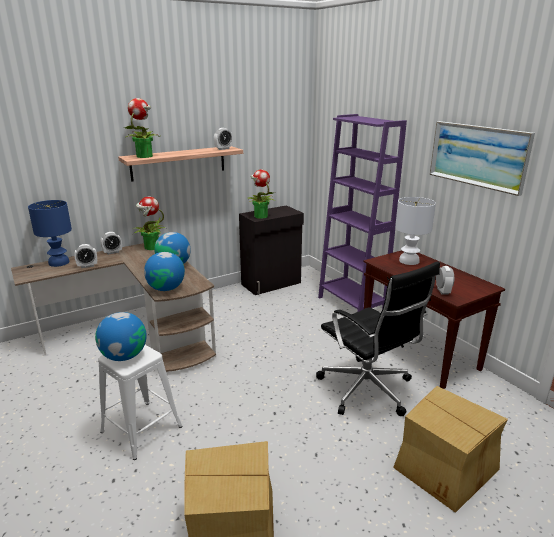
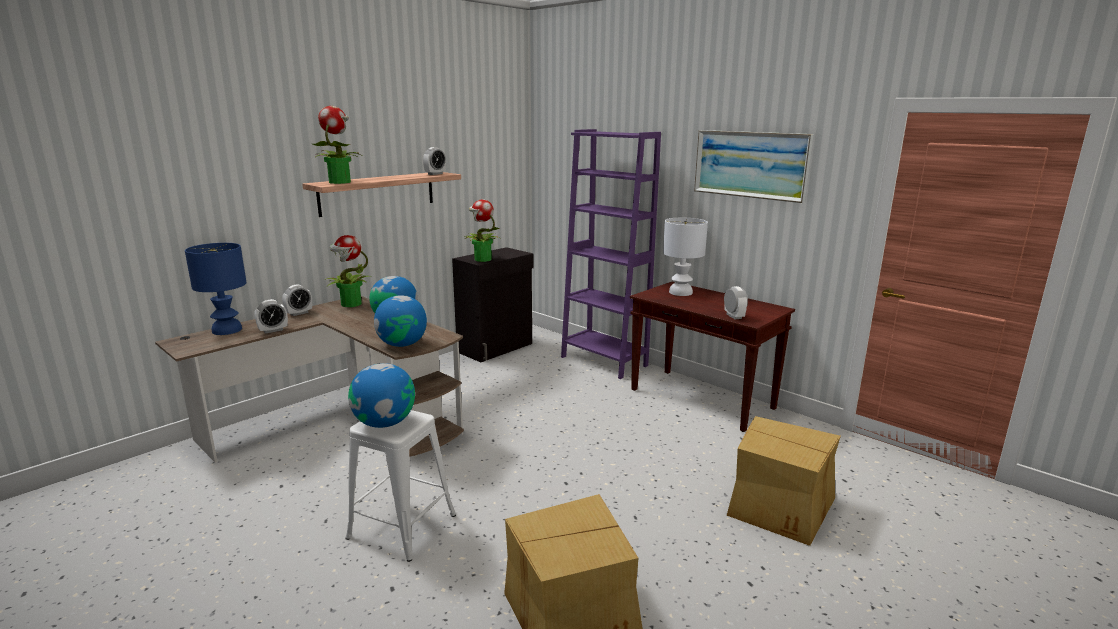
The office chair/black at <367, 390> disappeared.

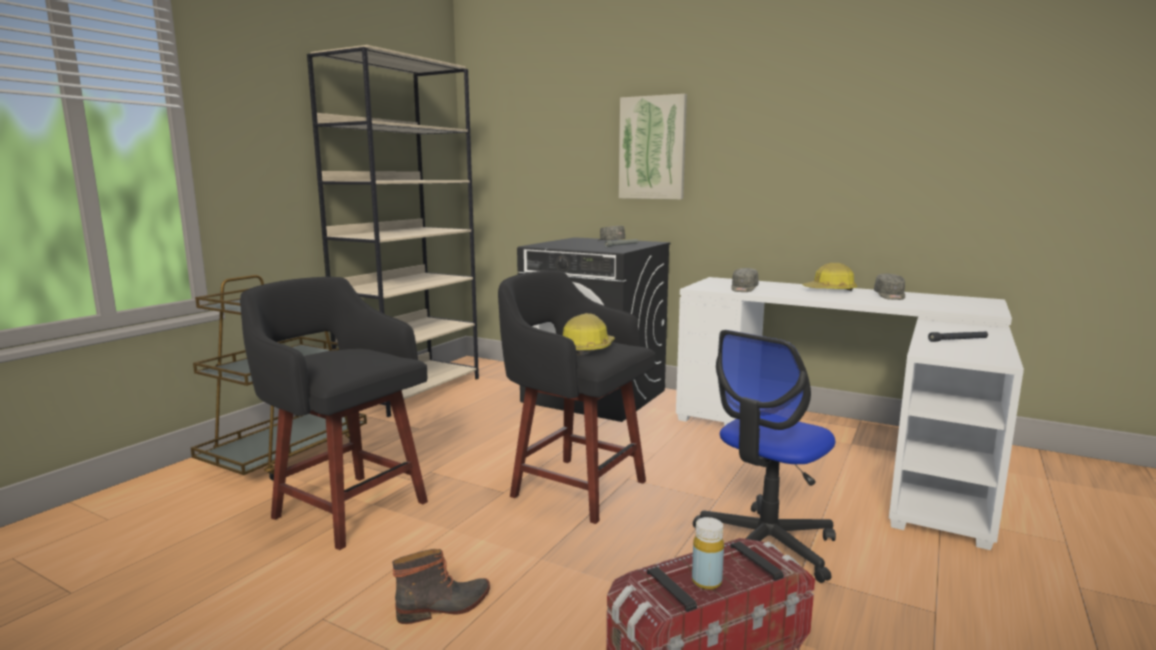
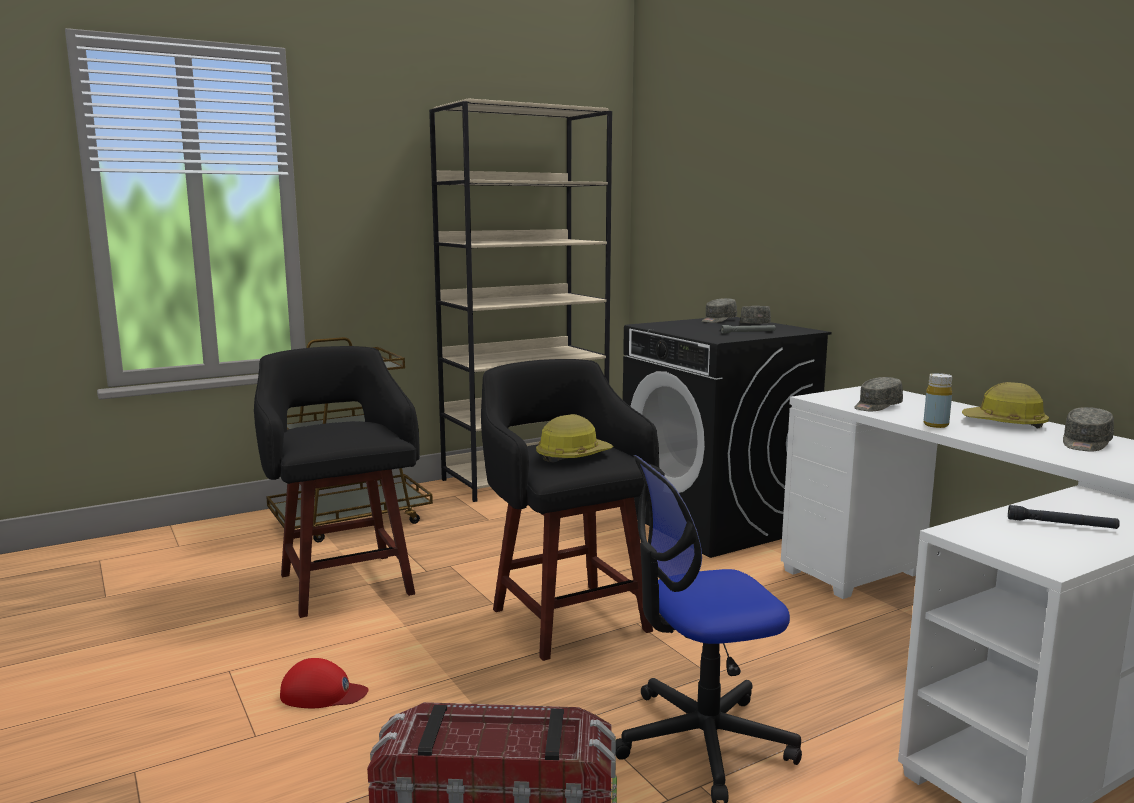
The boot at <444, 607> was replaced by the cap/red at <323, 693>. The picture at <652, 148> disappeared. The bottle/yellow moved from <706, 582> to <936, 425>. The cap/grey at <718, 320> appeared.

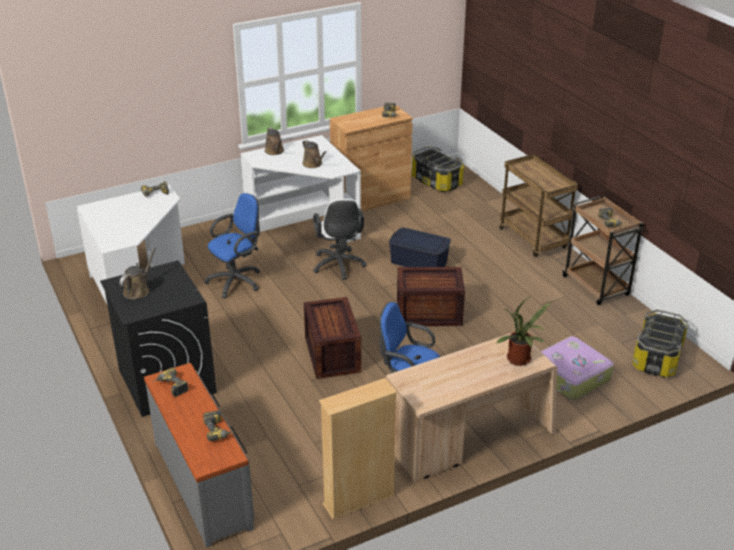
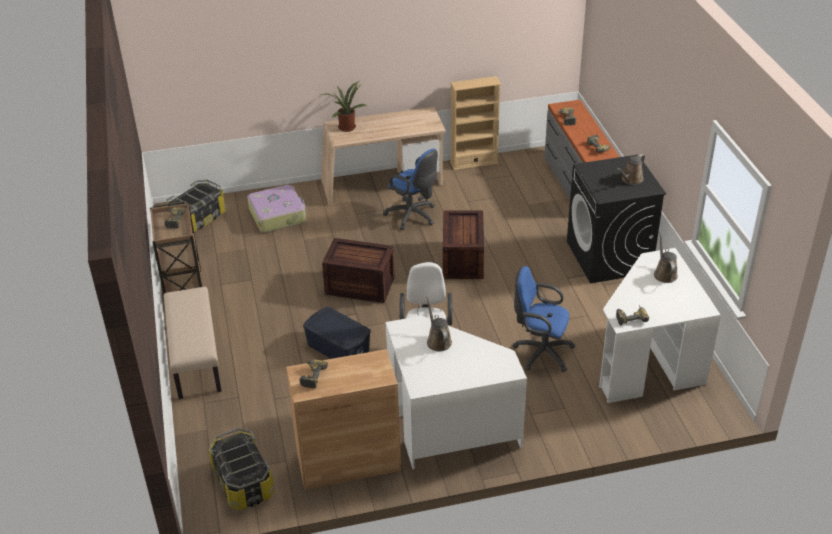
The office chair/blue at <237, 281> turned 45 degrees clockwise. The watering can/brown moved from <275, 151> to <664, 273>. The cart/brown at <534, 239> was replaced by the bench/beige at <195, 358>.

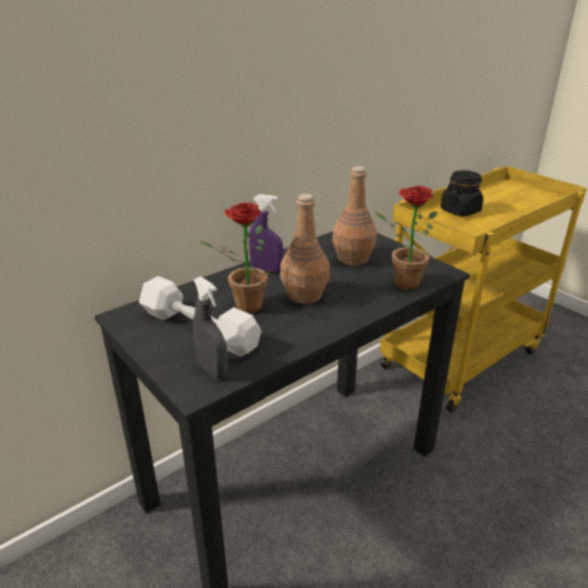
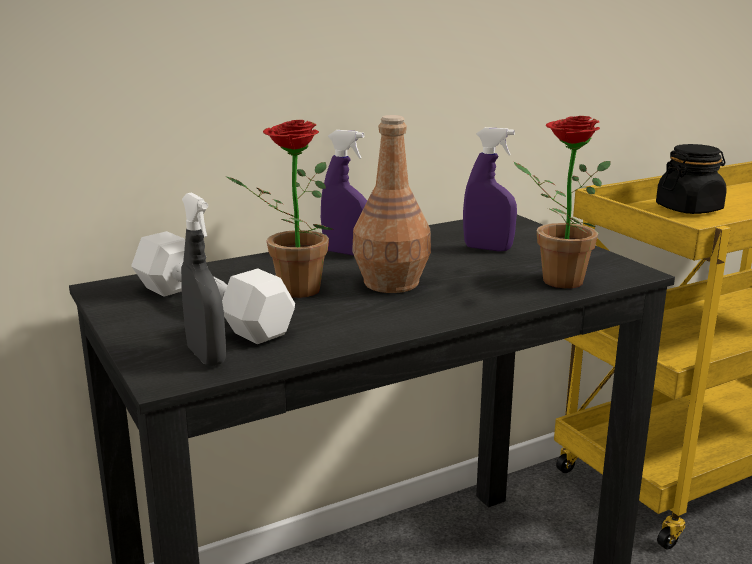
The bottle/brown at <353, 258> was replaced by the spray bottle/purple at <487, 248>.

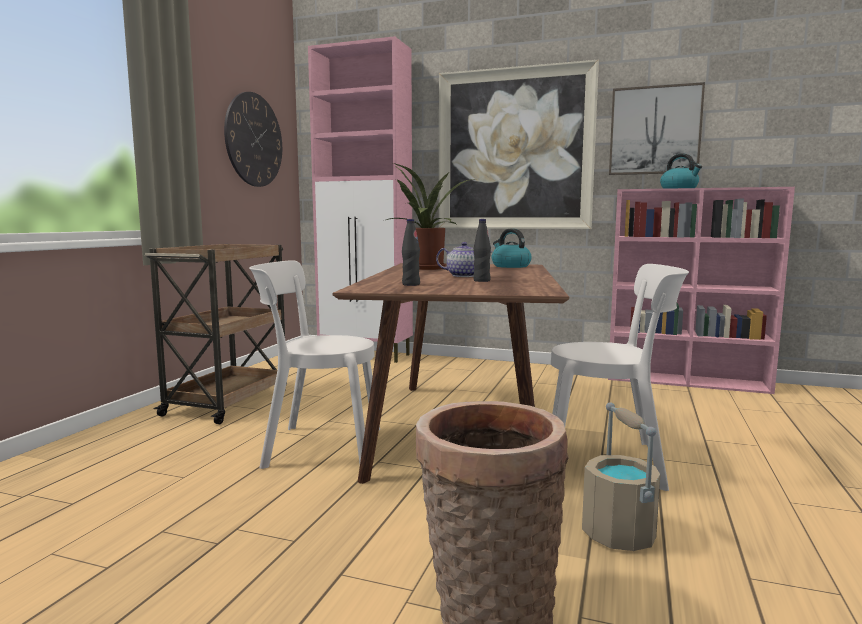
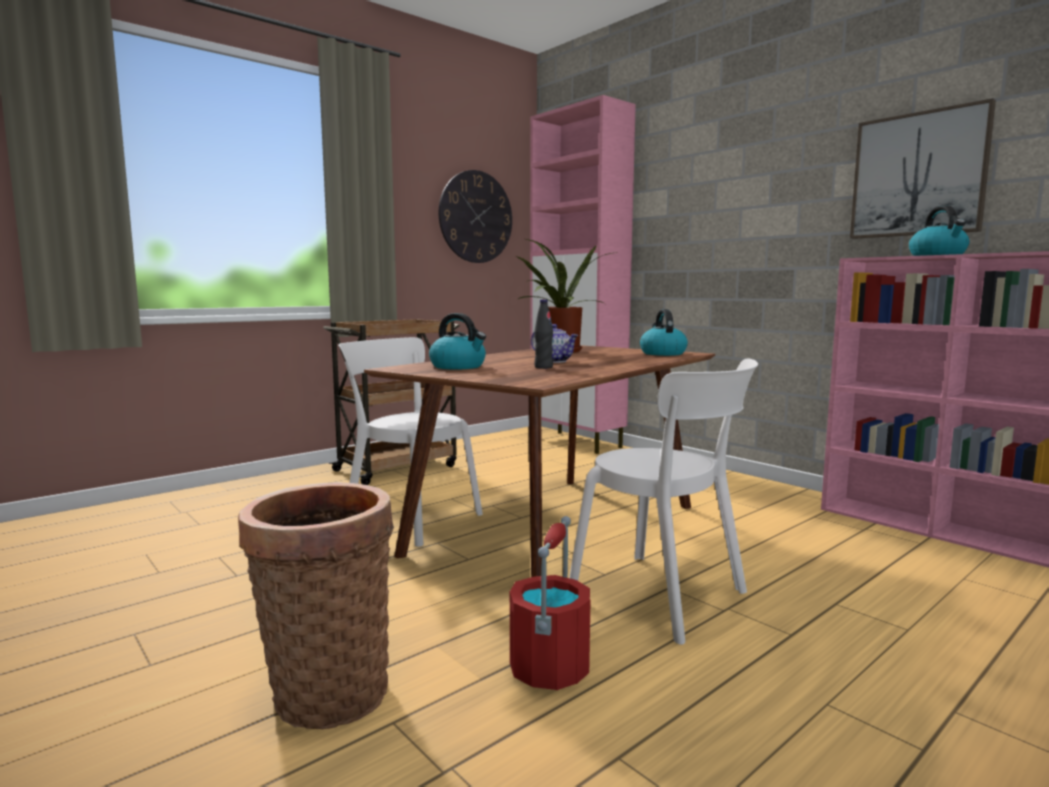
The bottle/black at <411, 284> was replaced by the kettle at <459, 367>. The picture at <514, 150> disappeared. The bucket/beige at <619, 534> became the bucket/red at <549, 669>.

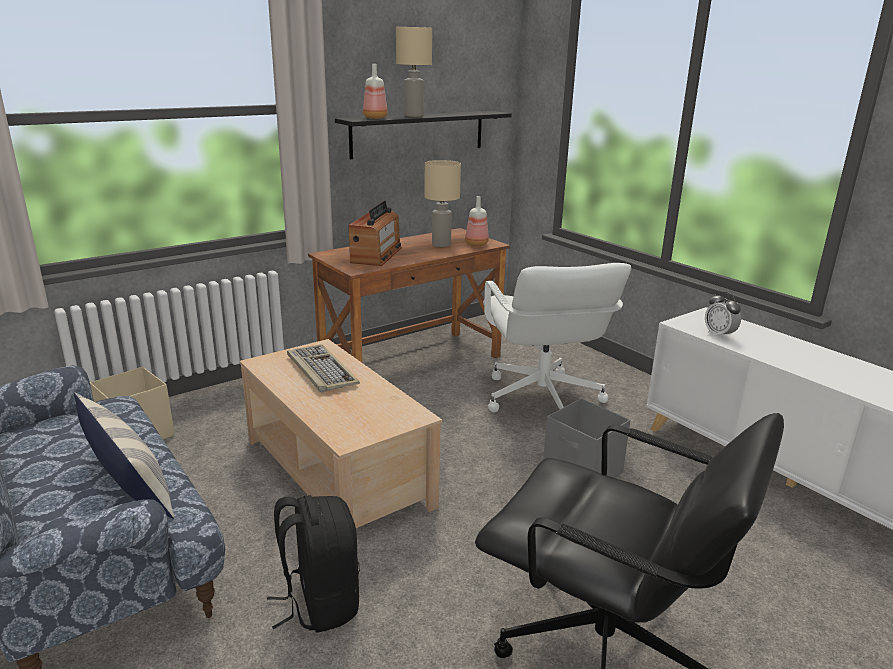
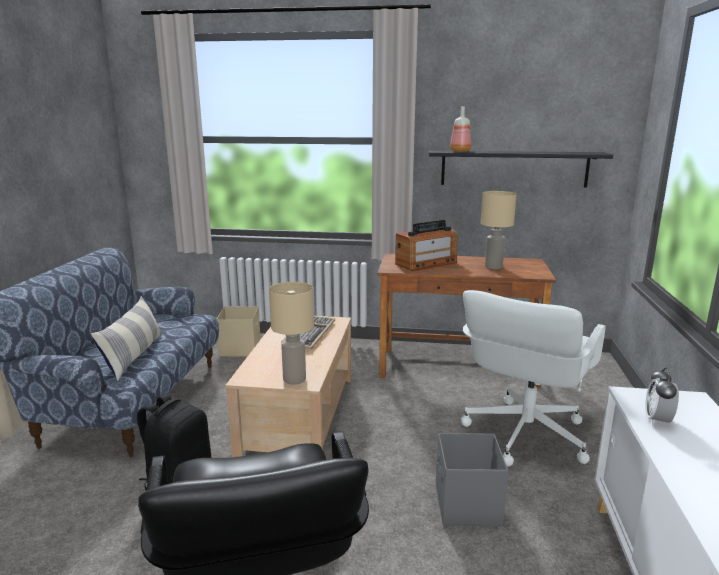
The table lamp/beige moved from <413, 116> to <294, 379>. The bottle at <475, 244> disappeared.

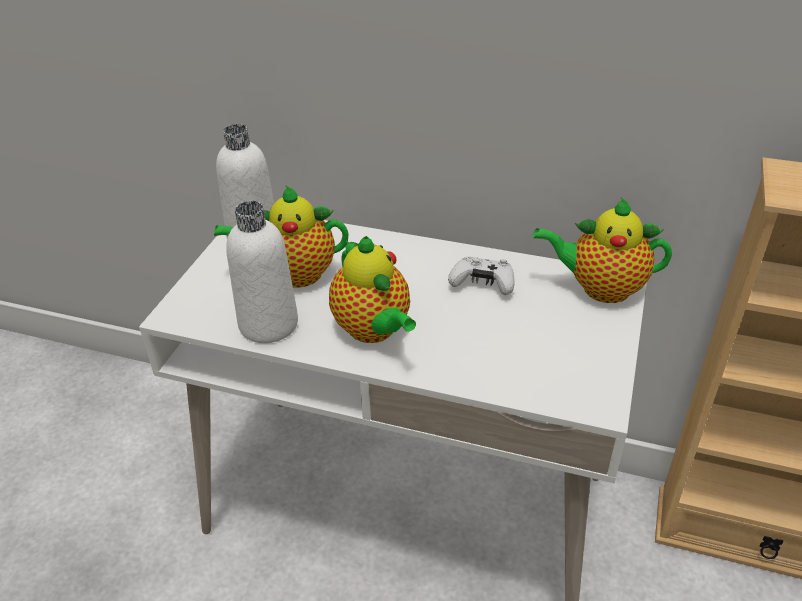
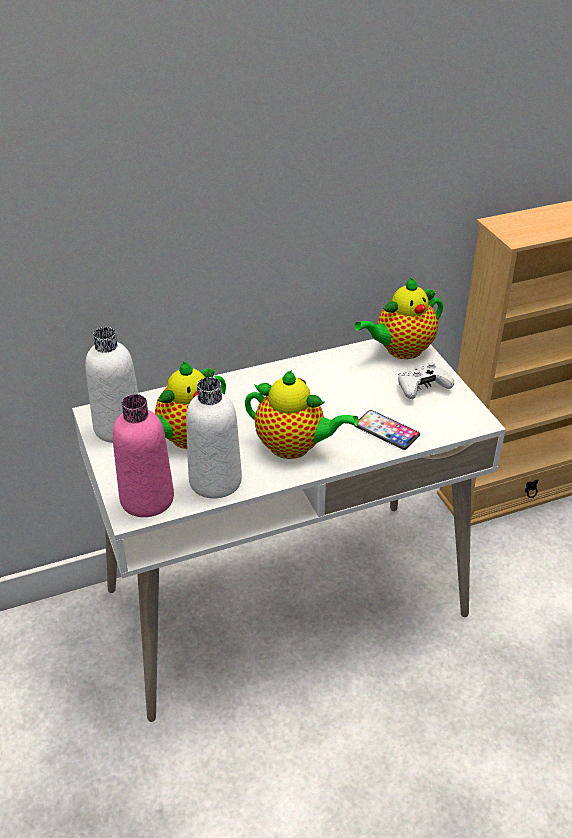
The game controller/white moved from <483, 284> to <422, 388>. The bottle/pink at <147, 499> appeared. The phone at <386, 431> appeared.

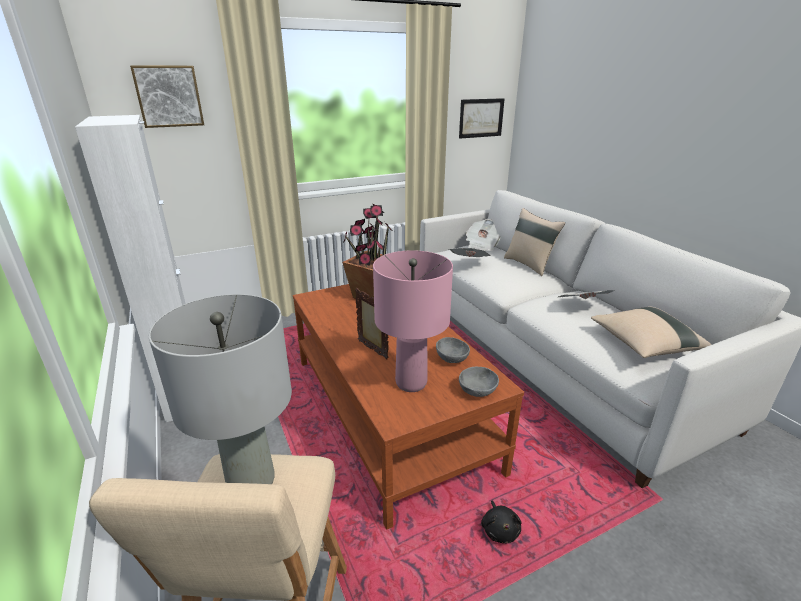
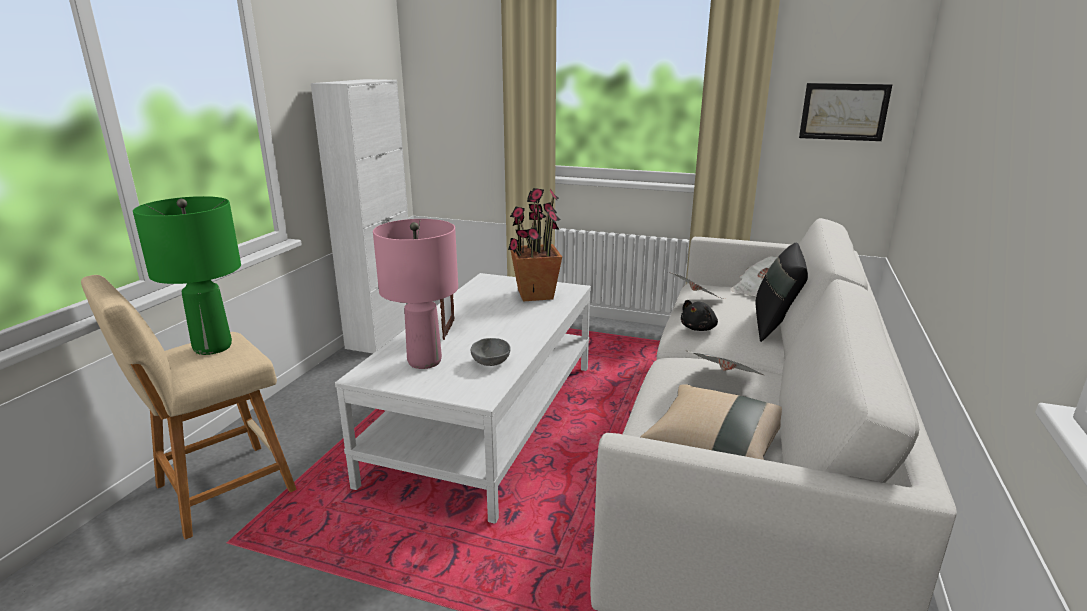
The picture at <168, 96> disappeared. The table lamp/grey at <250, 482> became the table lamp/green at <212, 347>. The coffee table/brown at <389, 411> became the coffee table/white at <487, 420>. The bowl/grey at <477, 391> disappeared. The plush toy/black moved from <500, 530> to <699, 328>. The pillow/beige at <529, 265> became the pillow/black at <775, 326>.

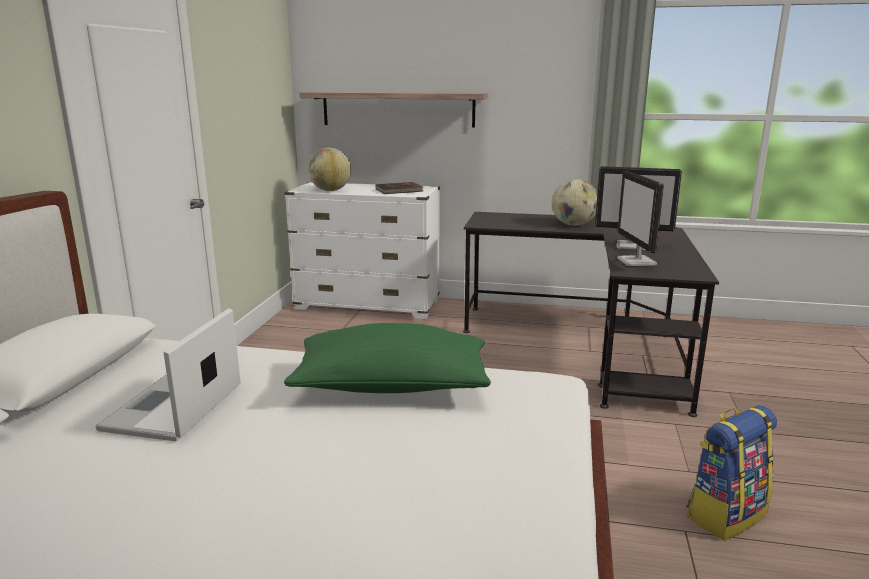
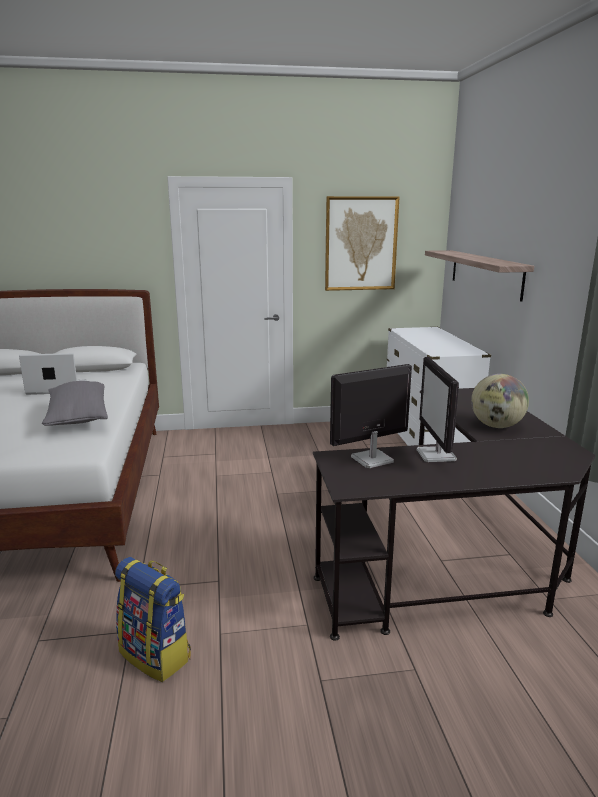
The pillow/green at <391, 387> became the pillow/grey at <78, 417>. The globe at <330, 190> disappeared. The book/brown at <399, 190> disappeared. The picture at <360, 244> appeared.

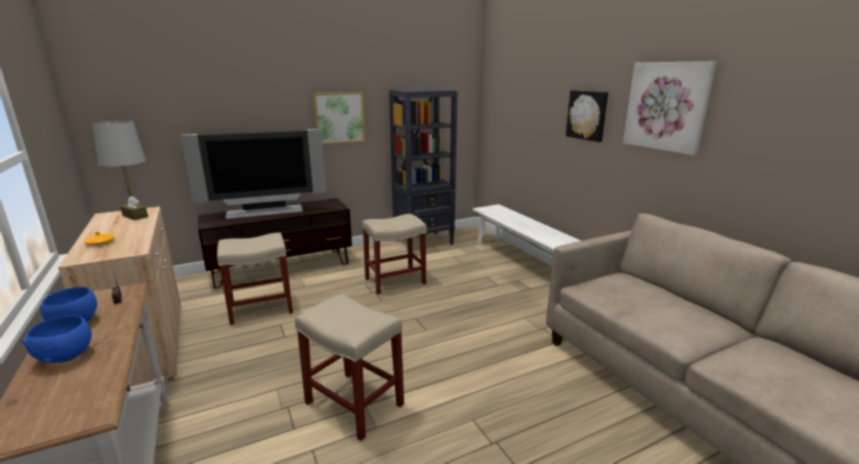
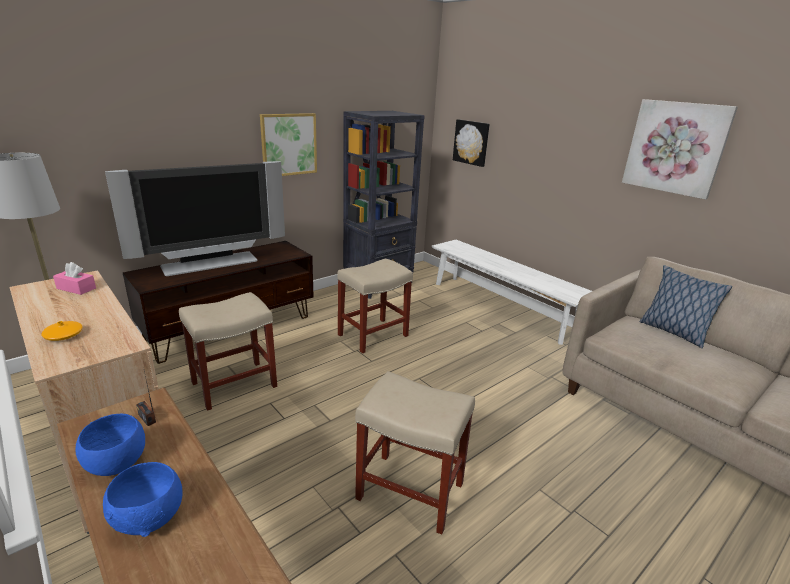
The tissue box/brown at <135, 216> became the tissue box/pink at <76, 288>. The picture moved from <587, 115> to <471, 142>. The pillow at <672, 332> appeared.

